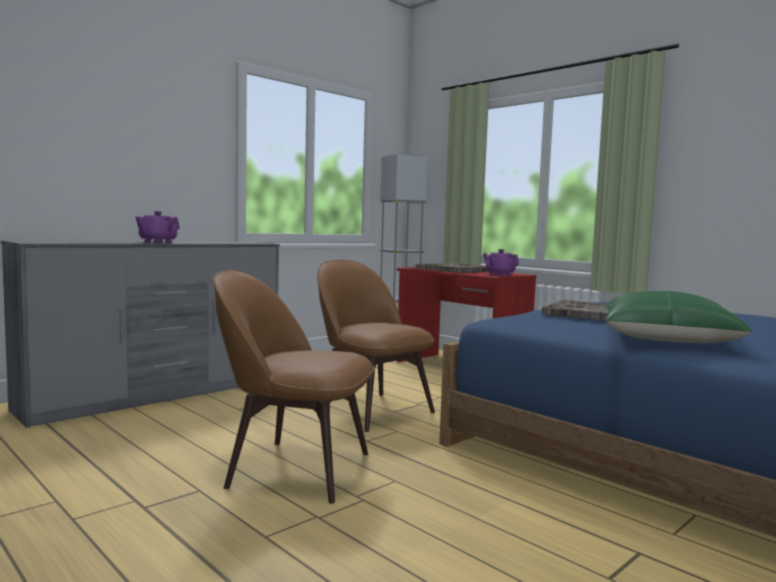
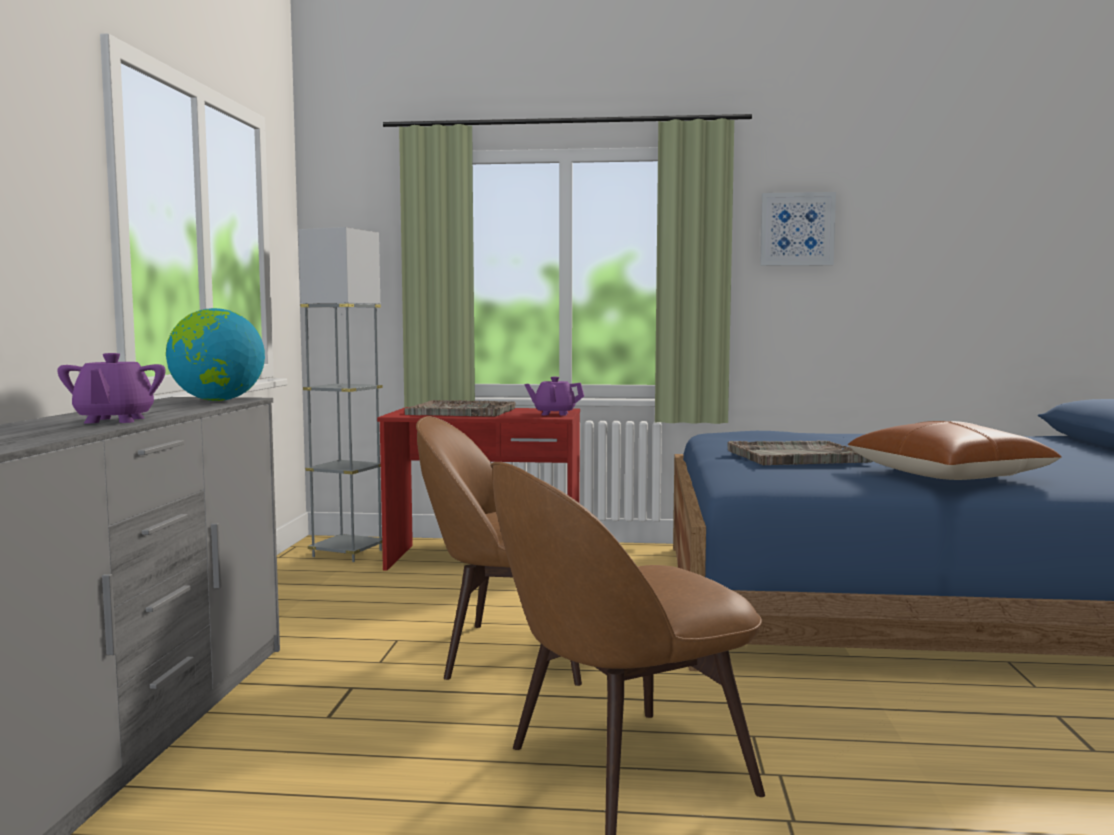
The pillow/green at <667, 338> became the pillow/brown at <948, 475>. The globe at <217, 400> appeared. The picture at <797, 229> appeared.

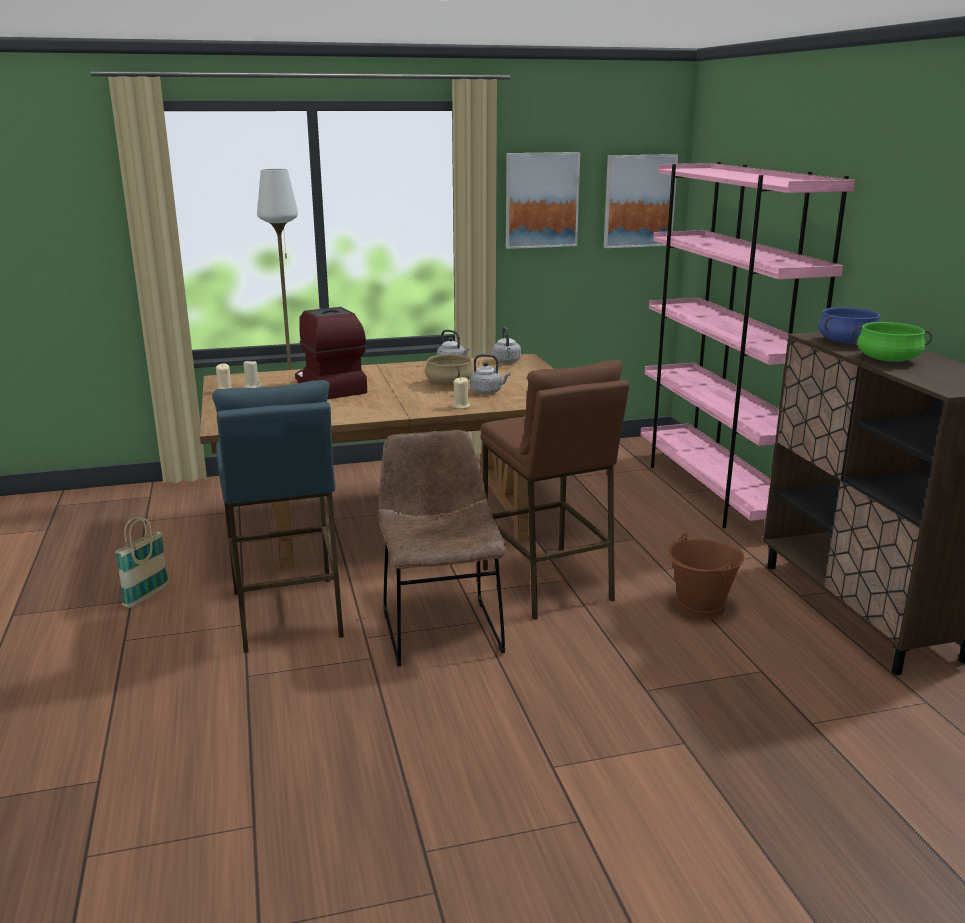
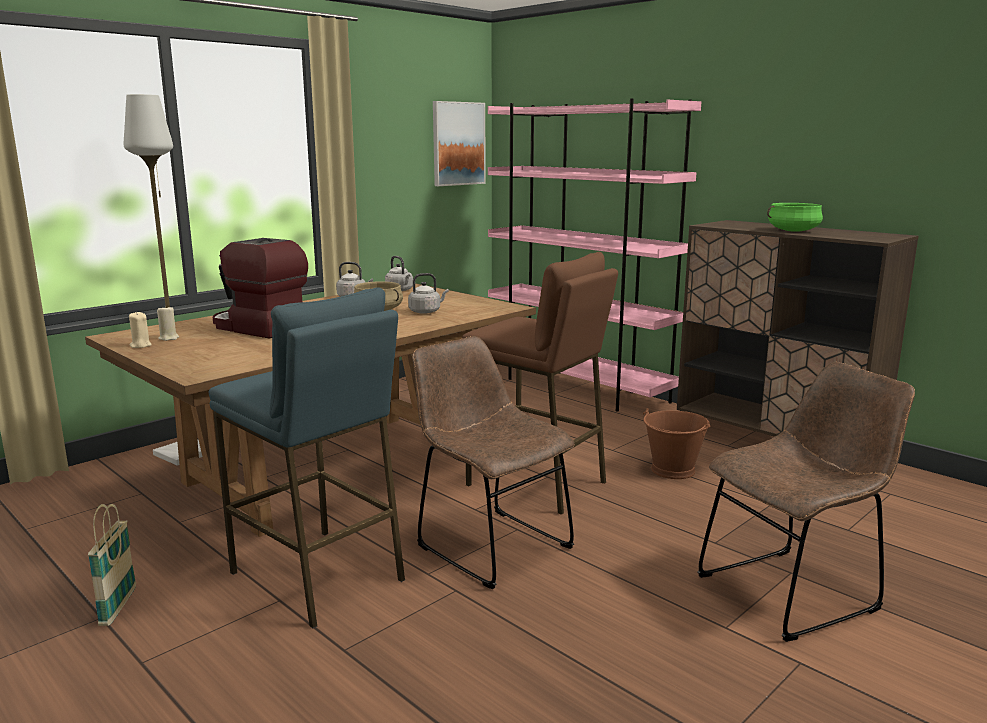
The candle/beige at <461, 406> disappeared. The picture at <541, 200> disappeared. The cooking pot/blue at <846, 342> disappeared. The chair/brown at <793, 591> appeared.

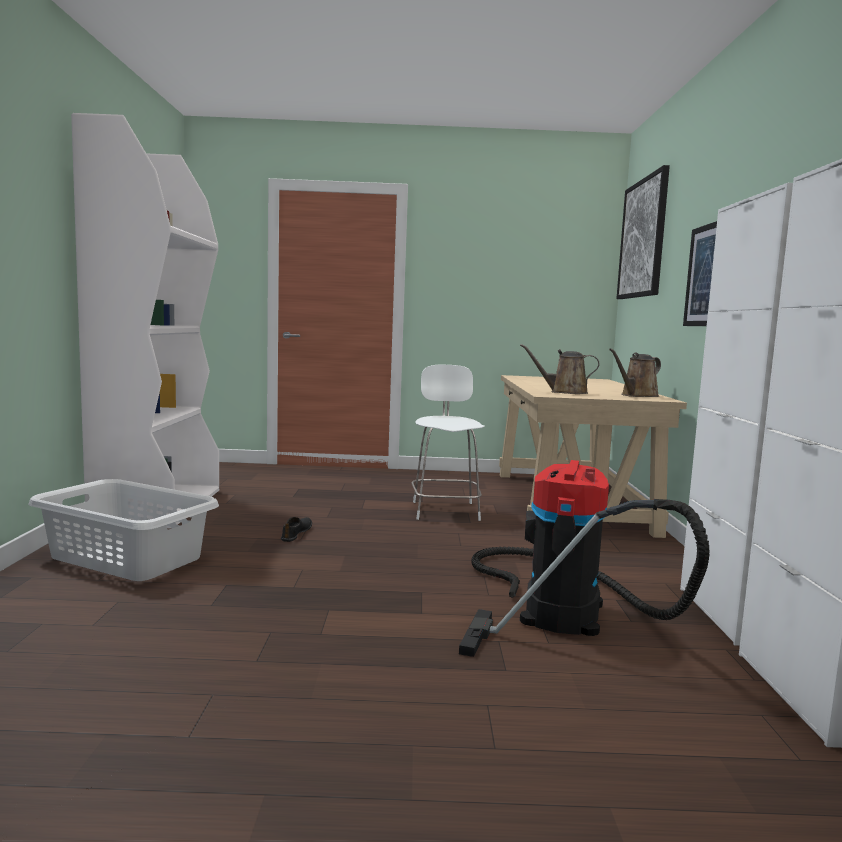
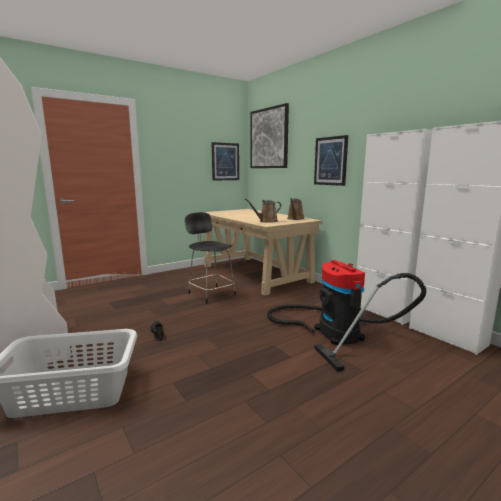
The stool/white at <445, 510> became the stool/black at <211, 293>. The picture at <225, 161> appeared.

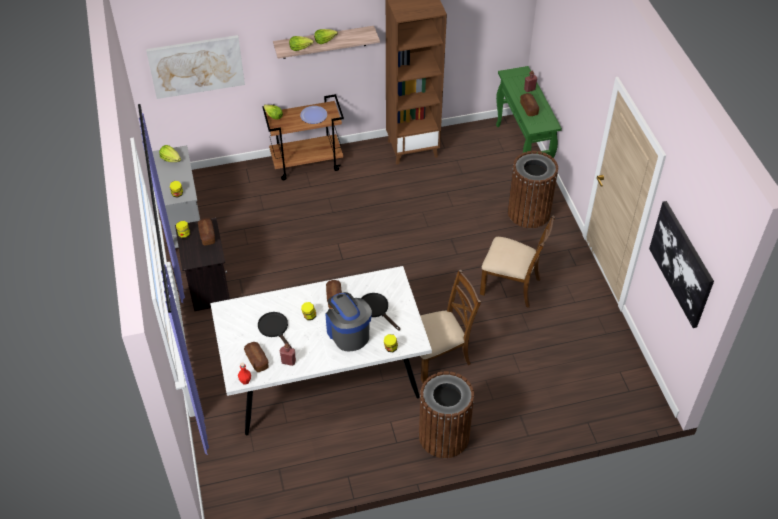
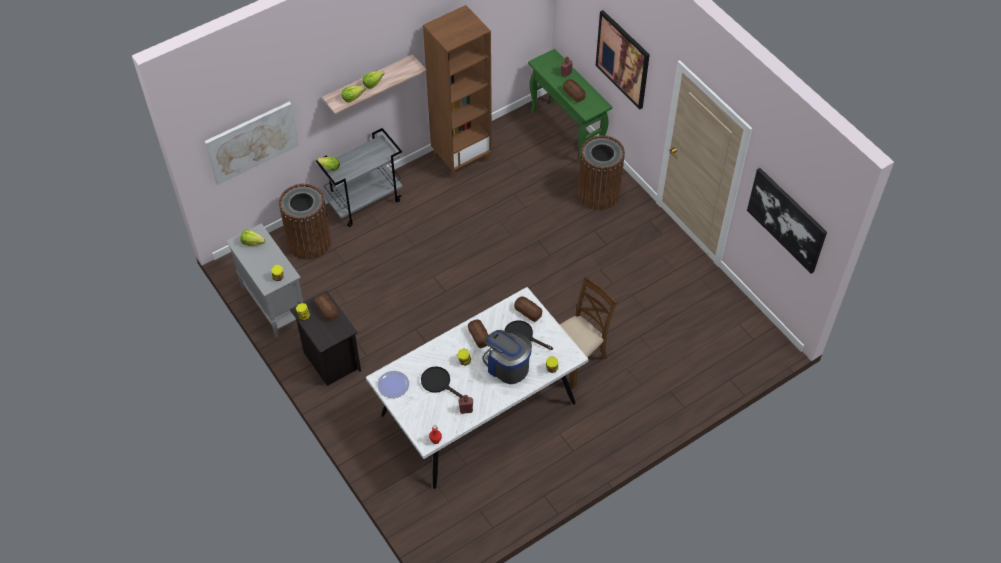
The bread moved from <257, 360> to <528, 312>. The cart/brown at <307, 163> became the cart/grey at <365, 201>. The plate moved from <313, 115> to <393, 385>. The trash can/brown moved from <443, 436> to <309, 242>. The chair/brown at <511, 286> disappeared. The picture at <623, 59> appeared.

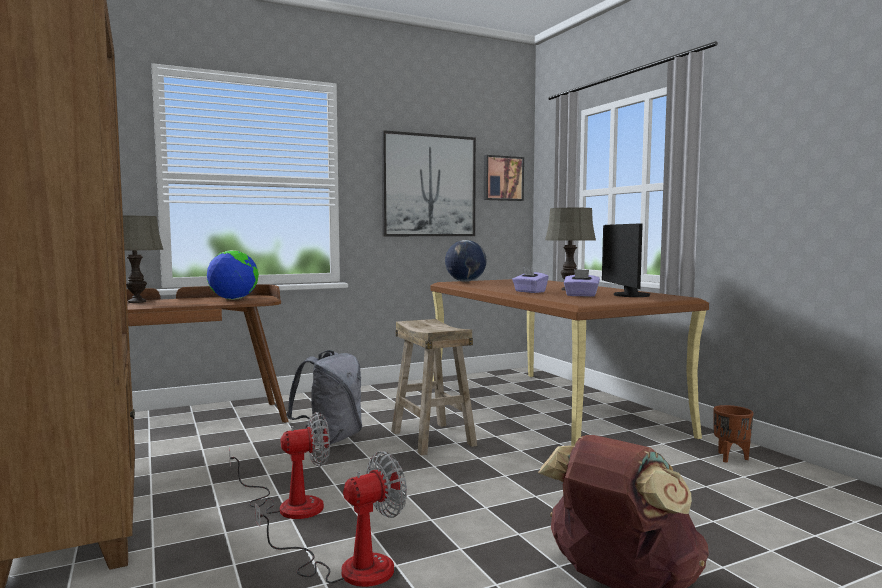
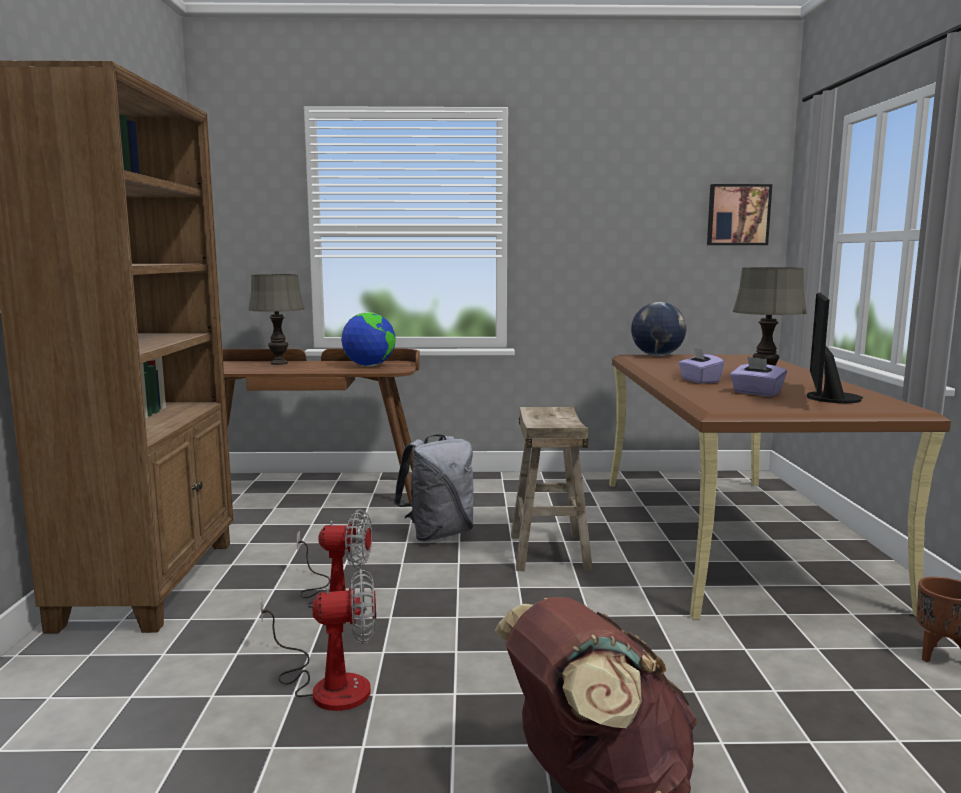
The picture at <429, 185> disappeared.

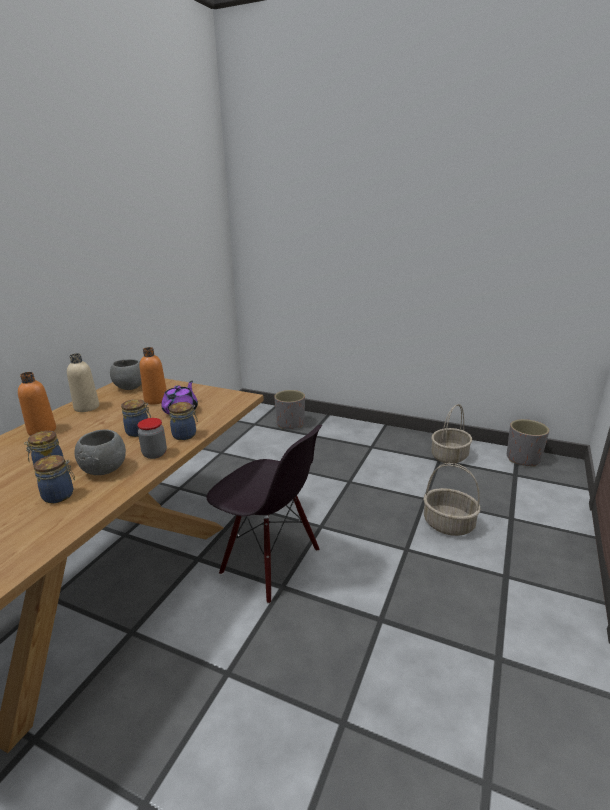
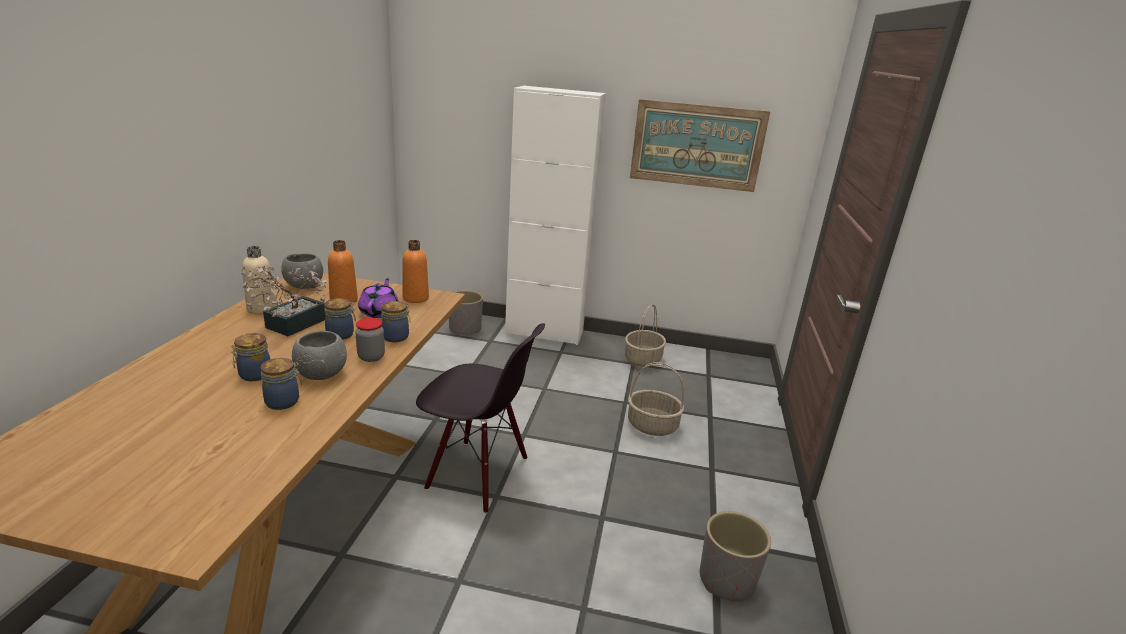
The bottle/orange moved from <42, 430> to <415, 298>. The planter/grey moved from <523, 459> to <727, 580>. The potted plant at <290, 325> appeared. The cabinet/white at <544, 332> appeared. The picture at <697, 145> appeared.

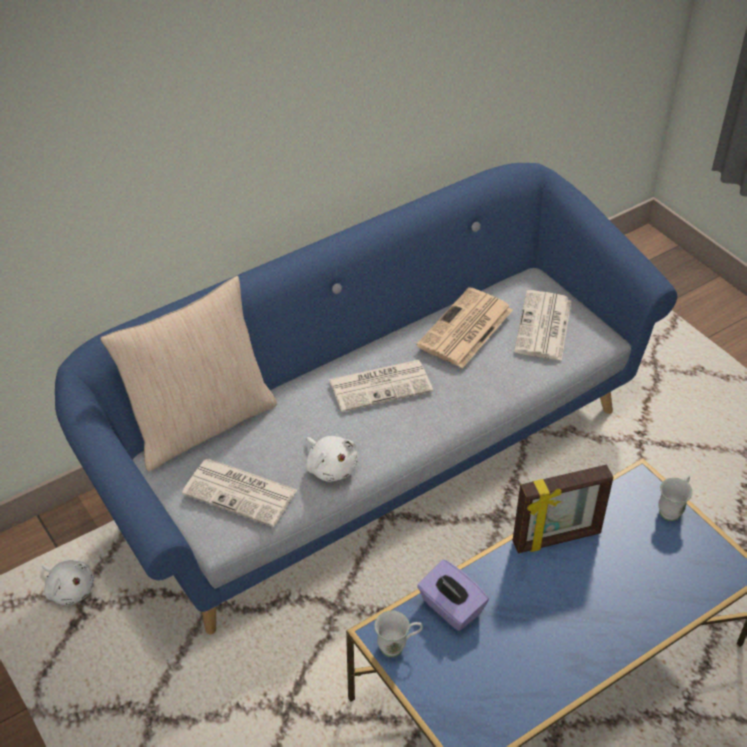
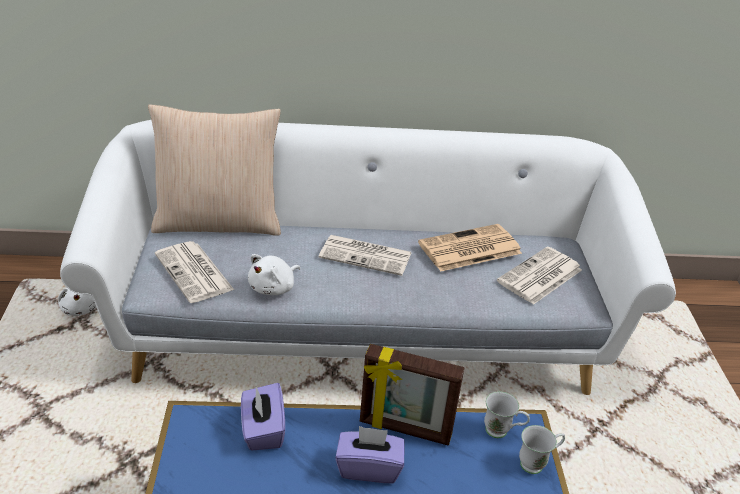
The sofa/blue at <373, 454> became the sofa/white at <363, 330>. The plush toy/white at <331, 467> turned 45 degrees clockwise. The mug/white moved from <398, 646> to <502, 432>. The tissue box/purple at <369, 468> appeared.

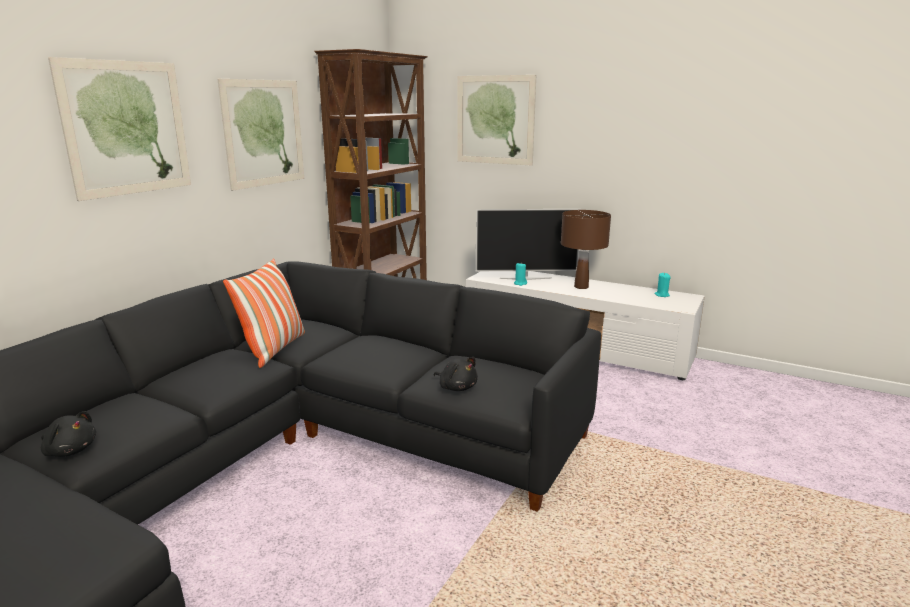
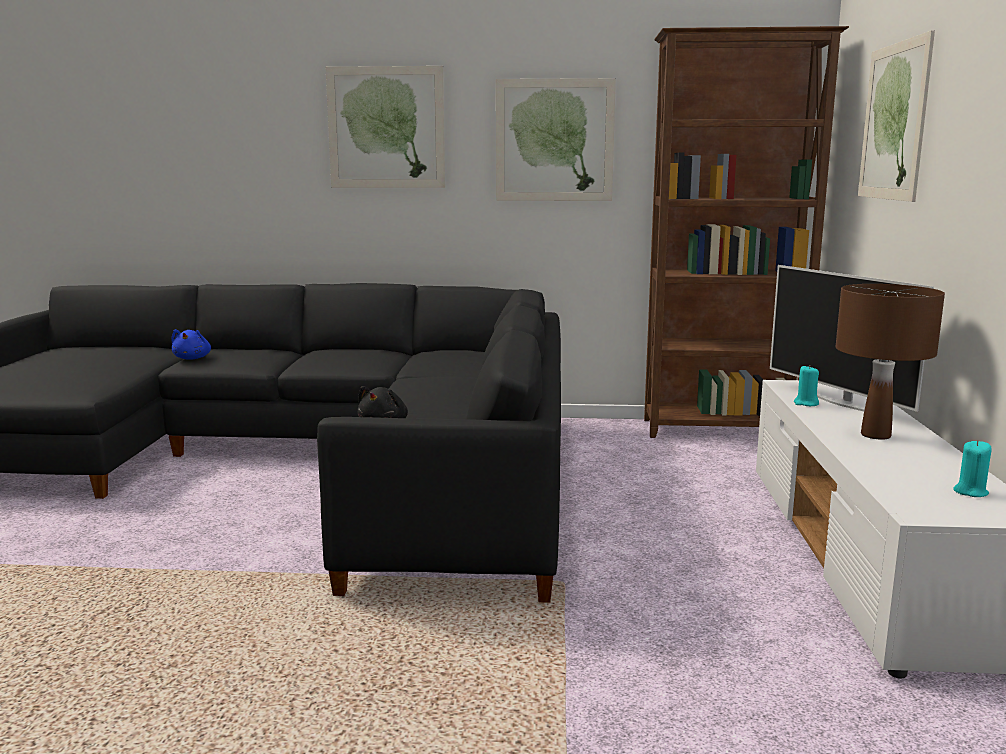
The plush toy/black at <70, 450> became the plush toy/blue at <193, 358>. The pillow at <274, 349> disappeared.

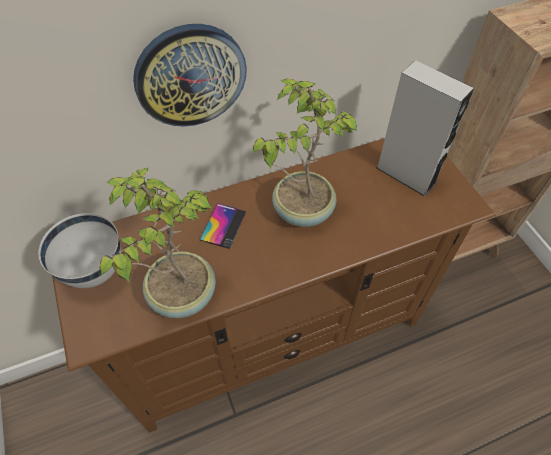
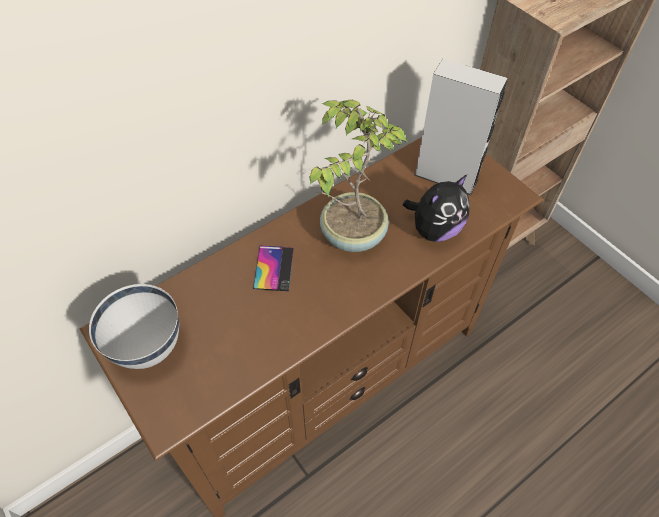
The potted plant at <181, 294> disappeared. The wall clock at <190, 76> disappeared. The plush toy at <434, 229> appeared.

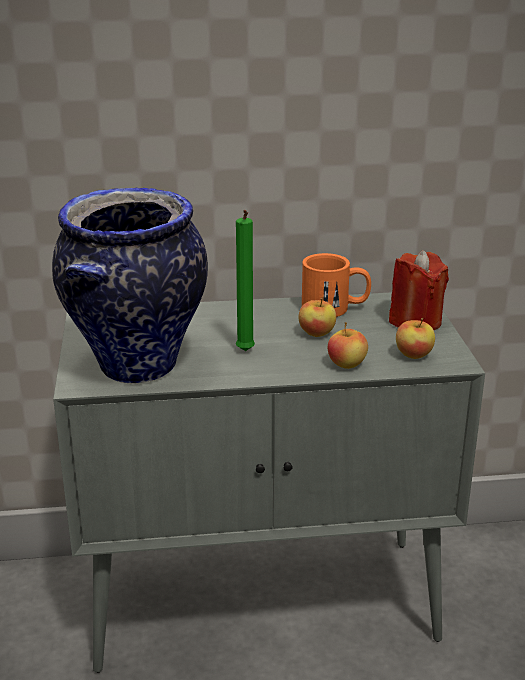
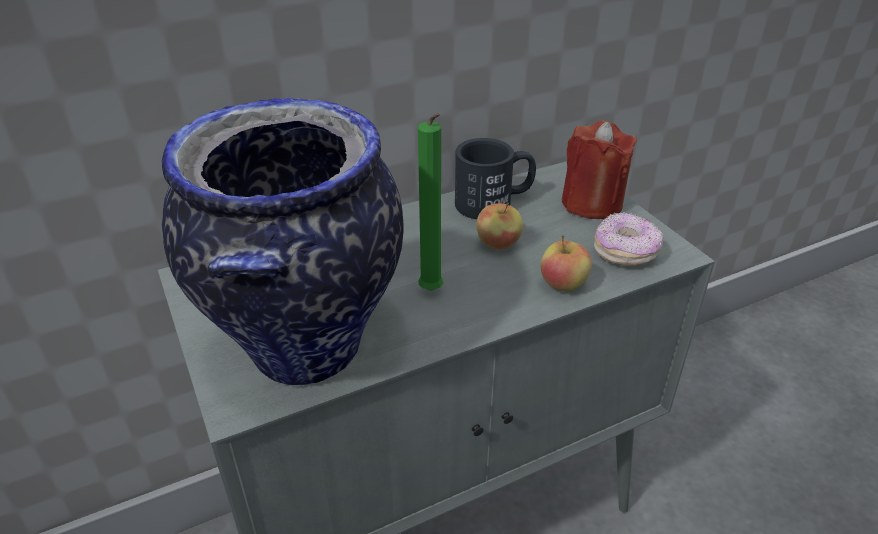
The mug/orange at <335, 308> became the mug/black at <494, 202>. The apple at <414, 355> was replaced by the donut at <625, 253>.

